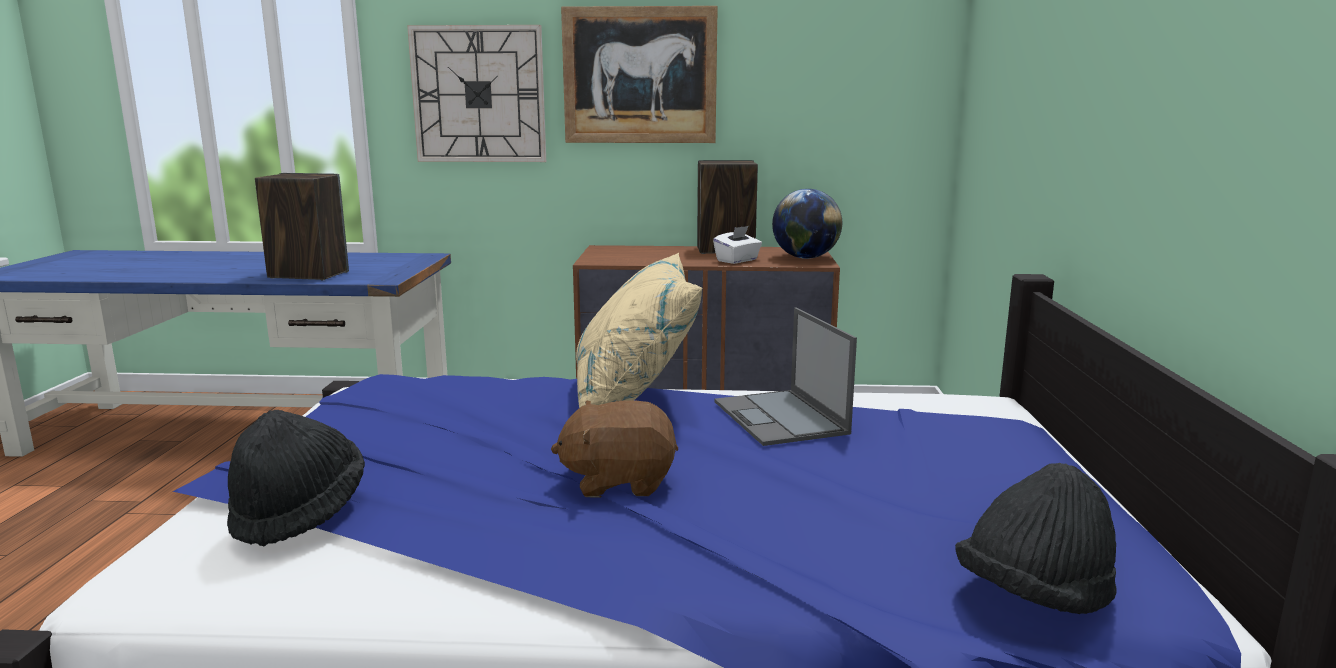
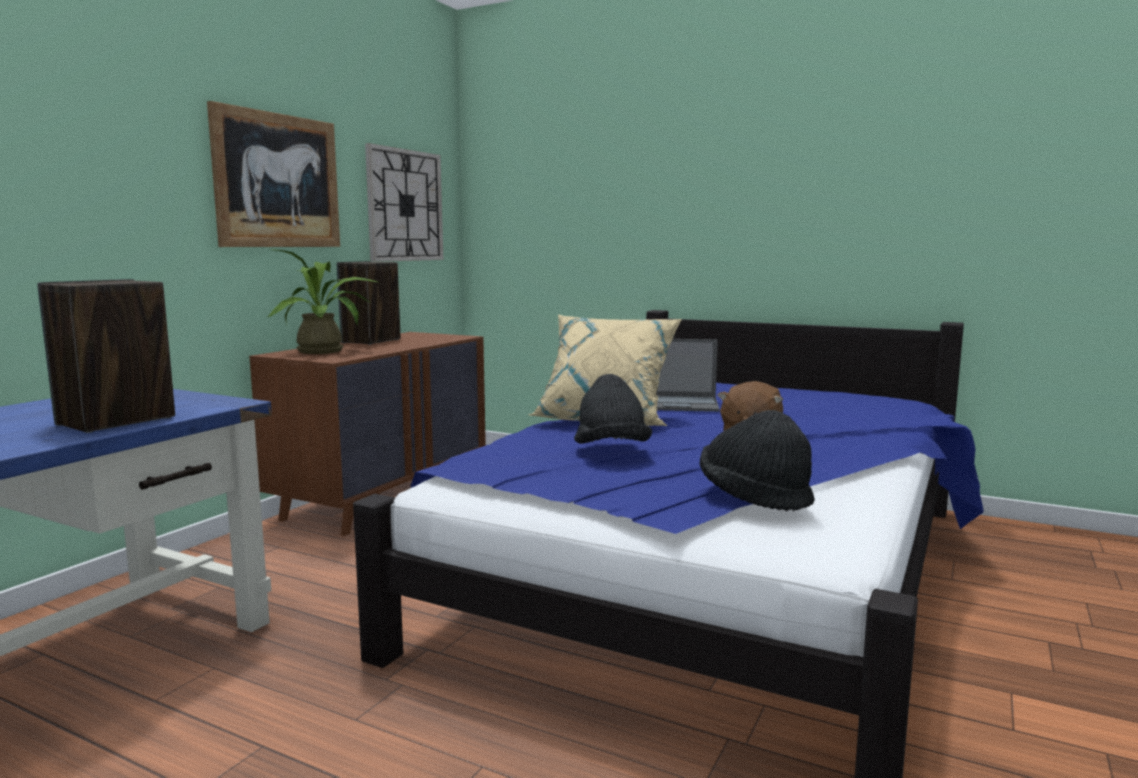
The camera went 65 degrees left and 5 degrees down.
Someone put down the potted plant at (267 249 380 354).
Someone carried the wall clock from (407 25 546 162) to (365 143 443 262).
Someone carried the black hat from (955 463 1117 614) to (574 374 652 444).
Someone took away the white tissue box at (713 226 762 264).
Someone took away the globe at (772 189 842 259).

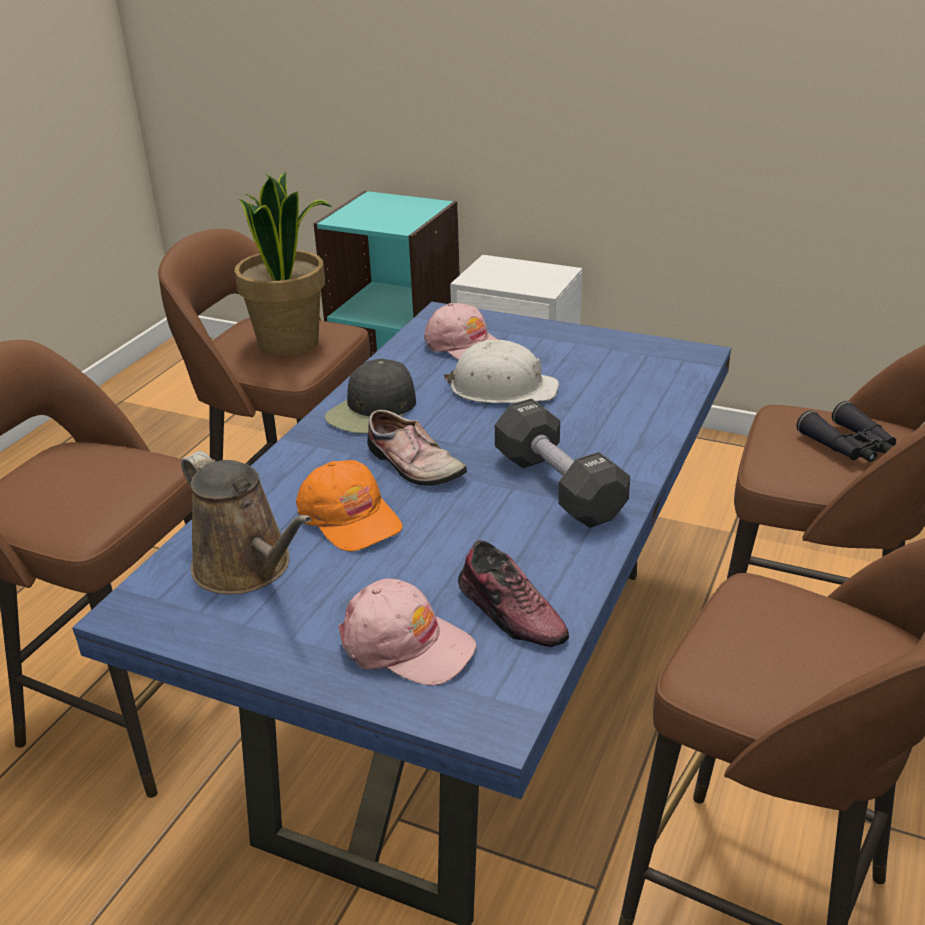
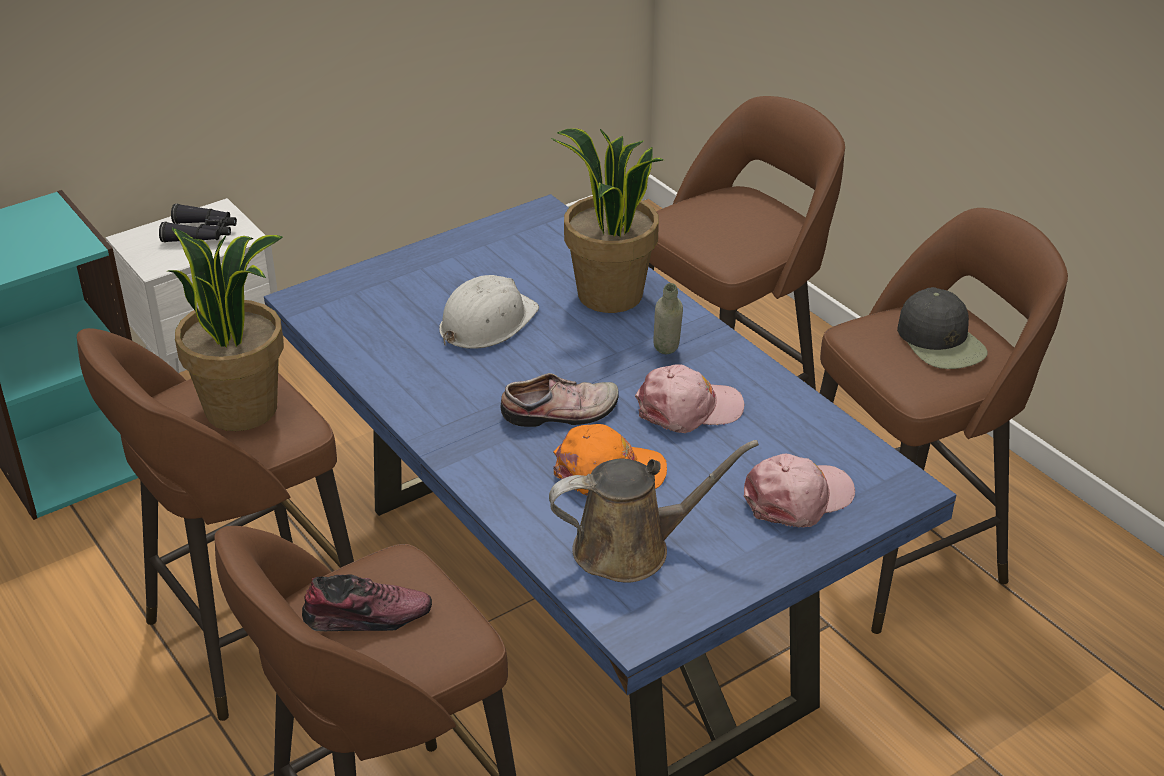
The camera went 60 degrees left and 5 degrees up.
Someone carried the black binoculars from (796 401 896 462) to (159 204 237 242).
Someone carried the shoe from (458 540 569 647) to (302 574 432 631).
Someone put down the potted plant at (551 128 664 313).
Someone carried the pink cap from (424 303 498 360) to (635 364 744 433).
Someone swapped the black dumbbell at (495 398 630 528) for the grey bottle at (653 283 683 354).
Someone carried the black cap from (324 359 416 433) to (897 287 988 369).

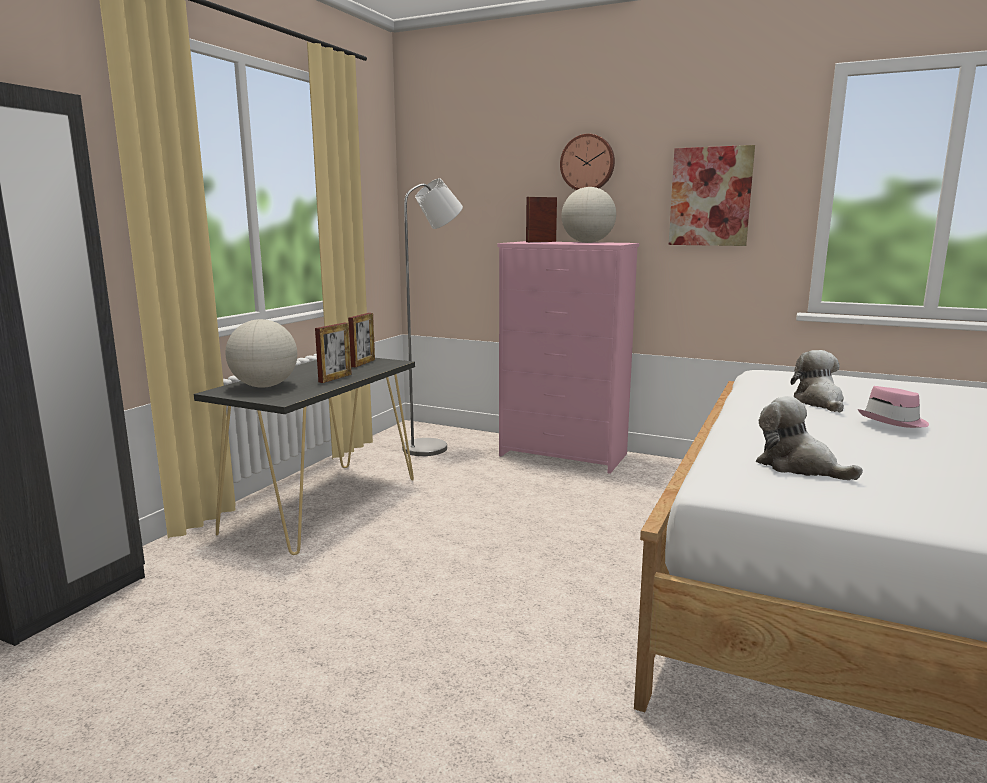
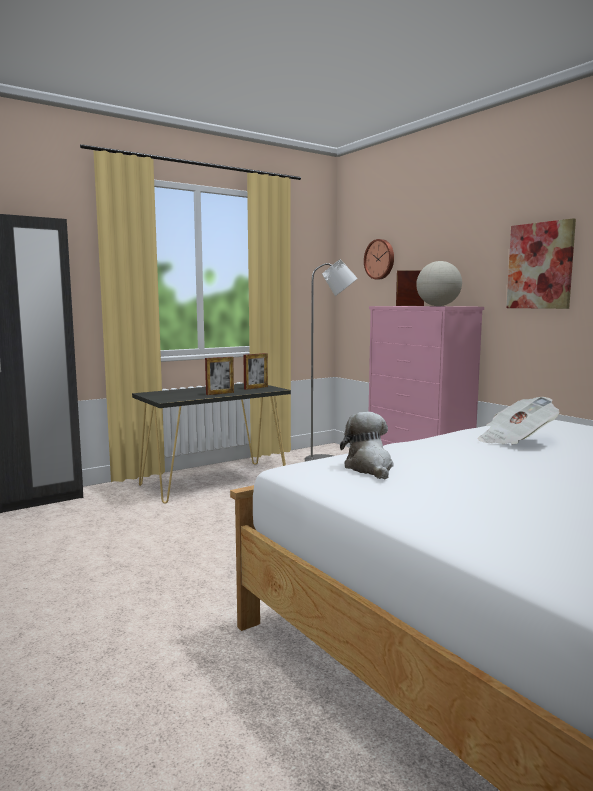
The camera went 30 degrees right and 5 degrees down.
Someone carried the wall clock from (560 134 615 190) to (364 239 394 280).
Someone swapped the plush toy at (791 350 844 413) for the newspaper at (478 397 559 445).
Someone took away the globe at (225 319 297 388).
Someone took away the pink hat at (858 386 929 428).

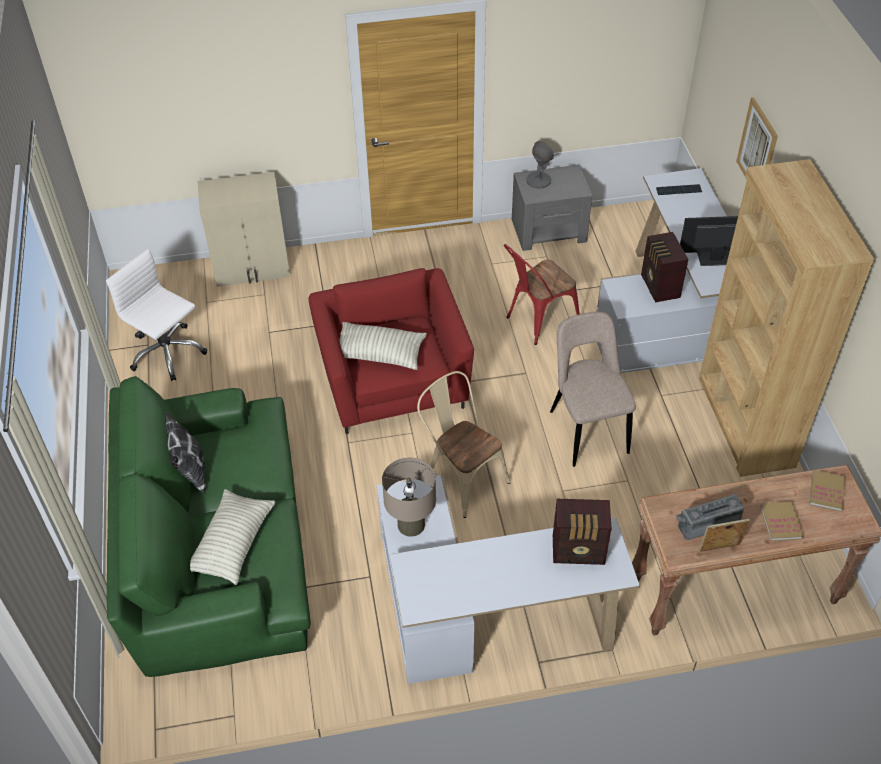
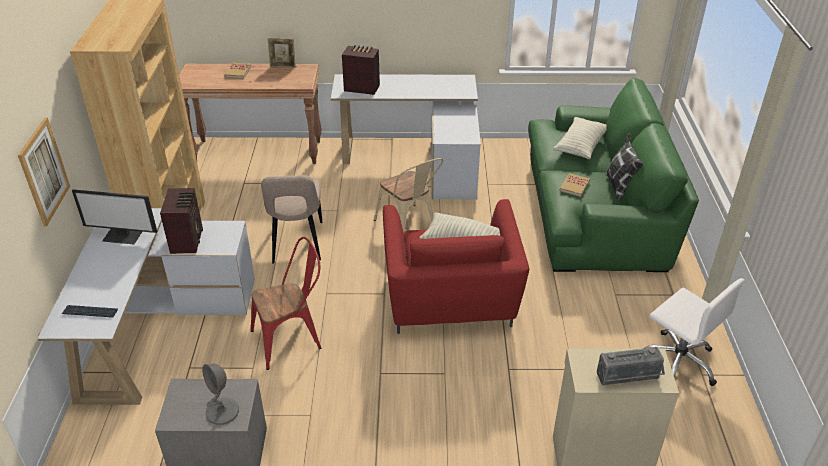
The camera went 170 degrees left and 10 degrees down.
Someone carried the book from (809 470 845 512) to (559 173 590 197).
Someone carried the radio from (676 494 744 540) to (597 347 665 386).
Someone took away the beige table lamp at (382 458 436 537).

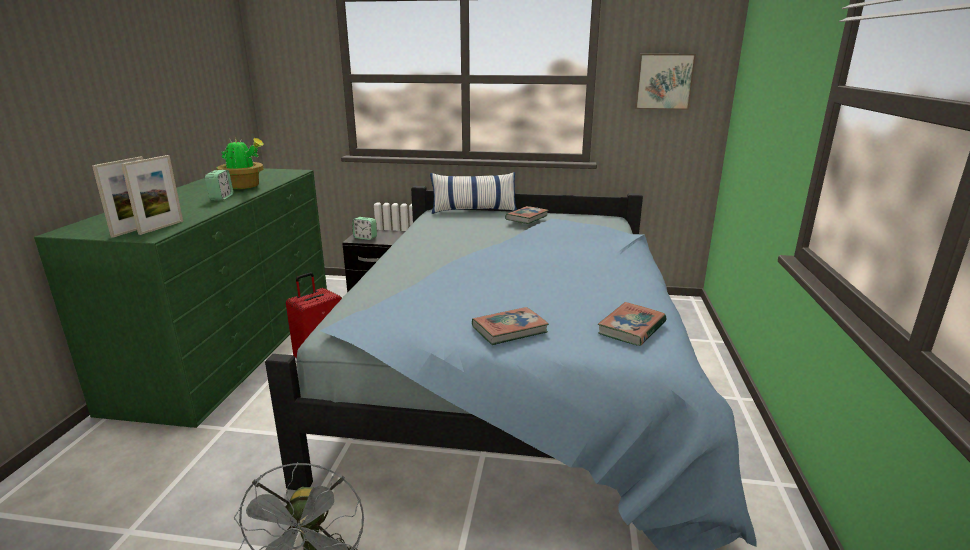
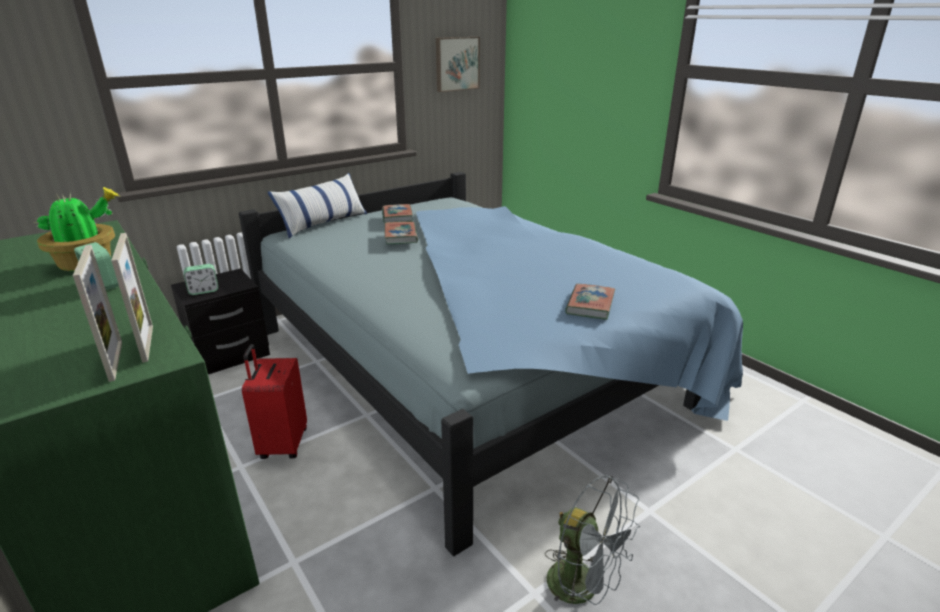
The camera went 45 degrees left and 5 degrees up.
Someone carried the book from (598 302 666 346) to (385 222 418 244).

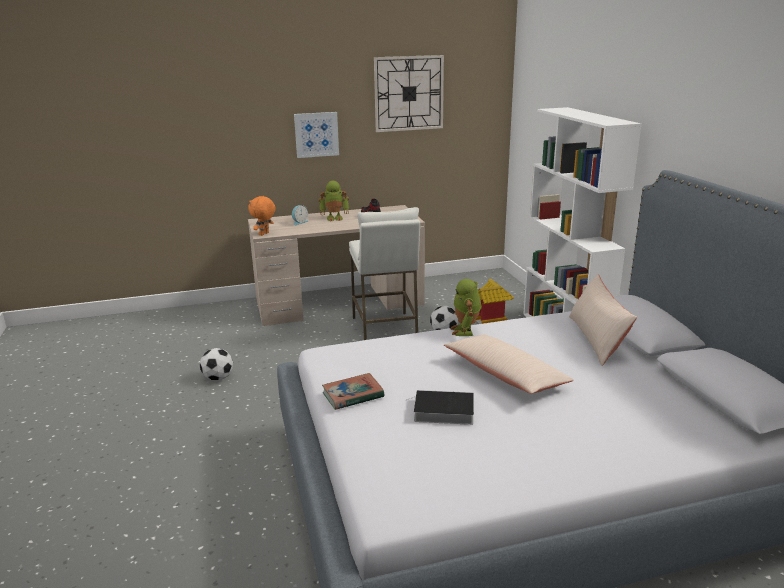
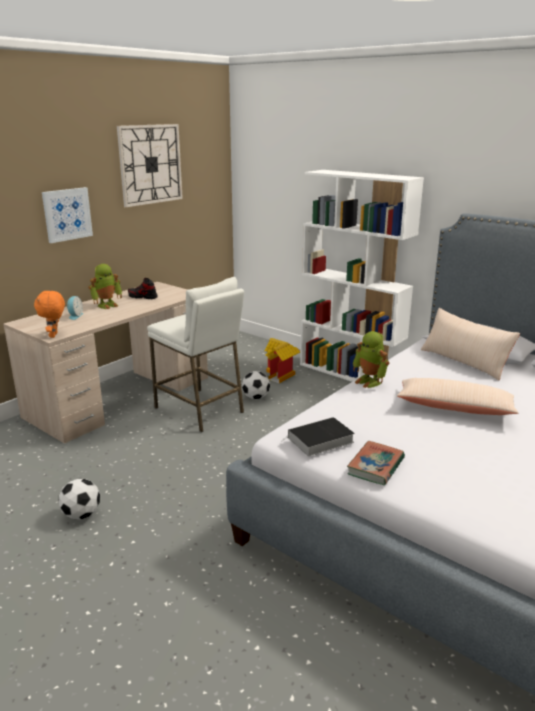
The camera went 35 degrees left and 0 degrees up.
Someone carried the book from (406 390 474 425) to (280 417 355 456).

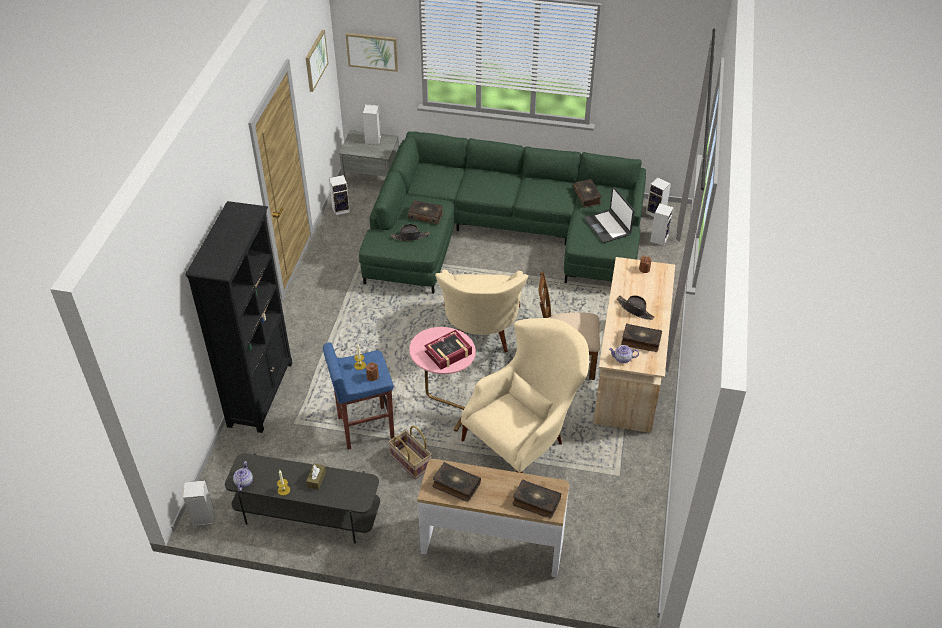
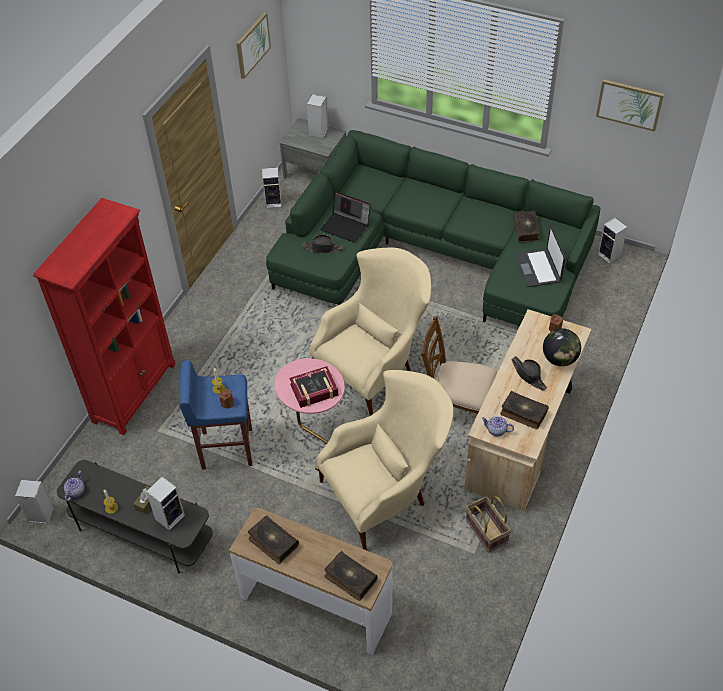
The camera went 15 degrees right and 5 degrees up.
Someone repainted the black bookcase at (185 201 292 433), which became the red bookcase at (33 198 176 435).
Someone carried the speaker from (650 203 674 246) to (146 477 185 531).
Someone rotated the beige armchair at (435 269 528 352) by 150 degrees counterclockwise.
Someone swapped the book at (408 200 443 224) for the laptop at (320 191 371 243).
Someone carried the basket from (389 425 432 480) to (466 496 511 553).
Someone put down the globe at (543 329 581 366).
Someone carried the picture from (346 33 398 72) to (596 79 664 132).

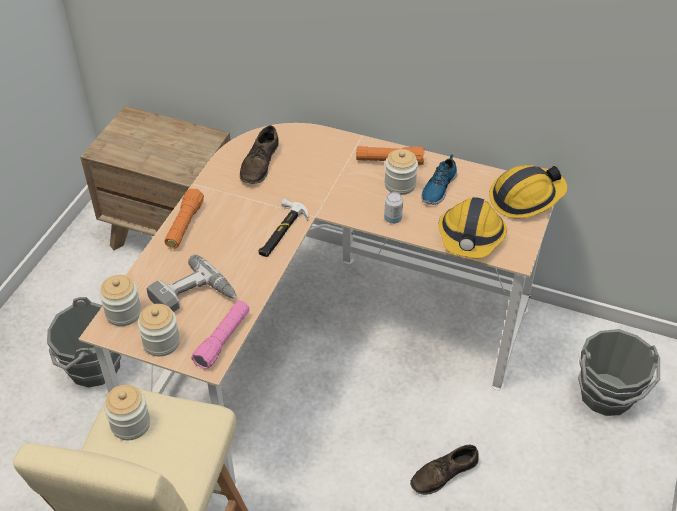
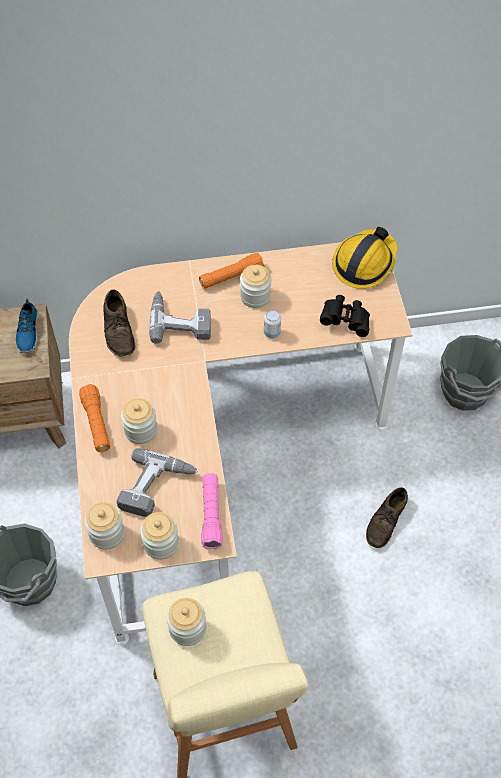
The camera went 30 degrees left and 10 degrees up.
Someone carried the shoe from (421 154 457 205) to (15 299 39 353).
Someone put down the jar at (121 398 158 444).
Someone put down the power drill at (149 291 211 344).
Someone swapped the hard hat at (438 197 507 258) for the black binoculars at (320 295 370 337).
Someone took away the hammer at (258 198 308 257).

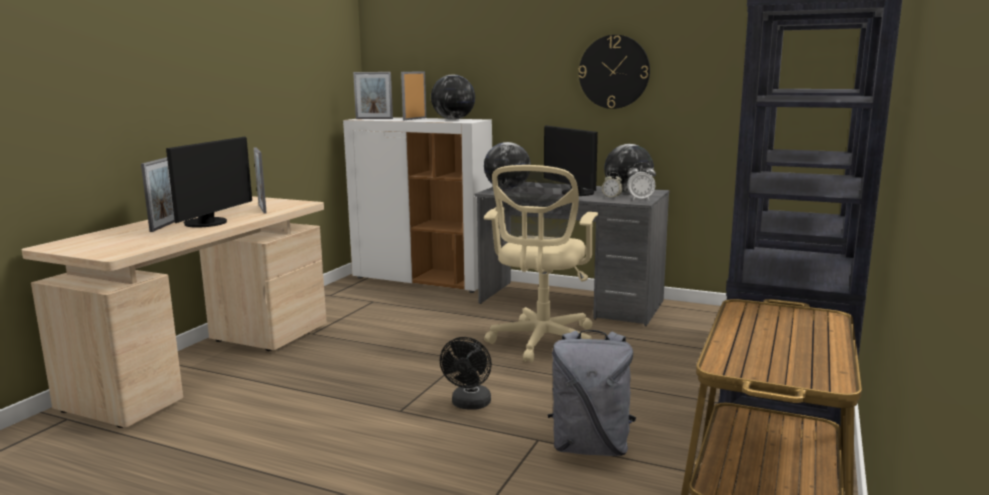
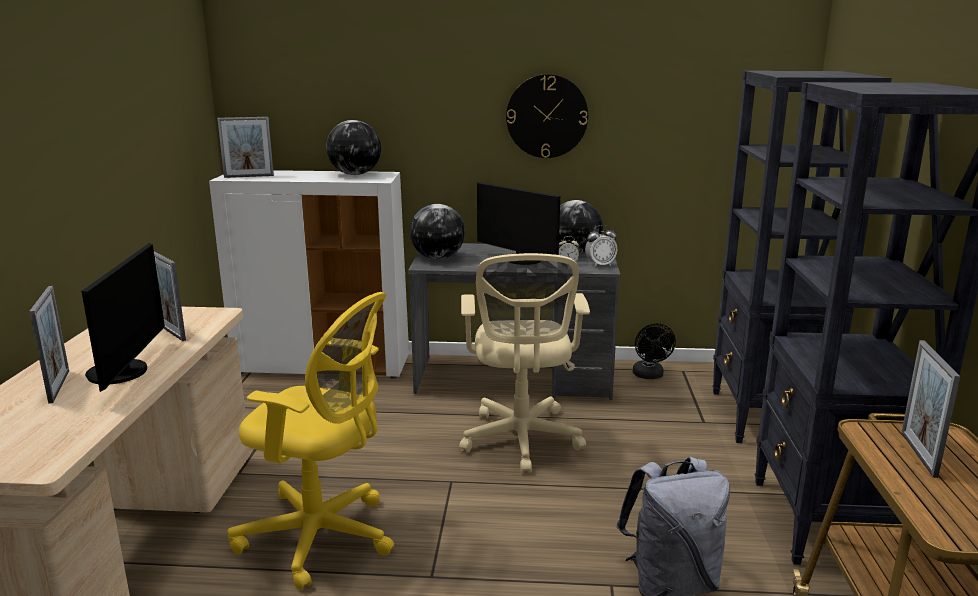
The camera went 20 degrees left and 5 degrees up.
Someone put down the yellow office chair at (227 292 394 591).
Someone carried the black fan from (440 337 492 410) to (633 323 676 379).
Someone carried the picture frame from (401 71 426 120) to (901 340 960 478).

